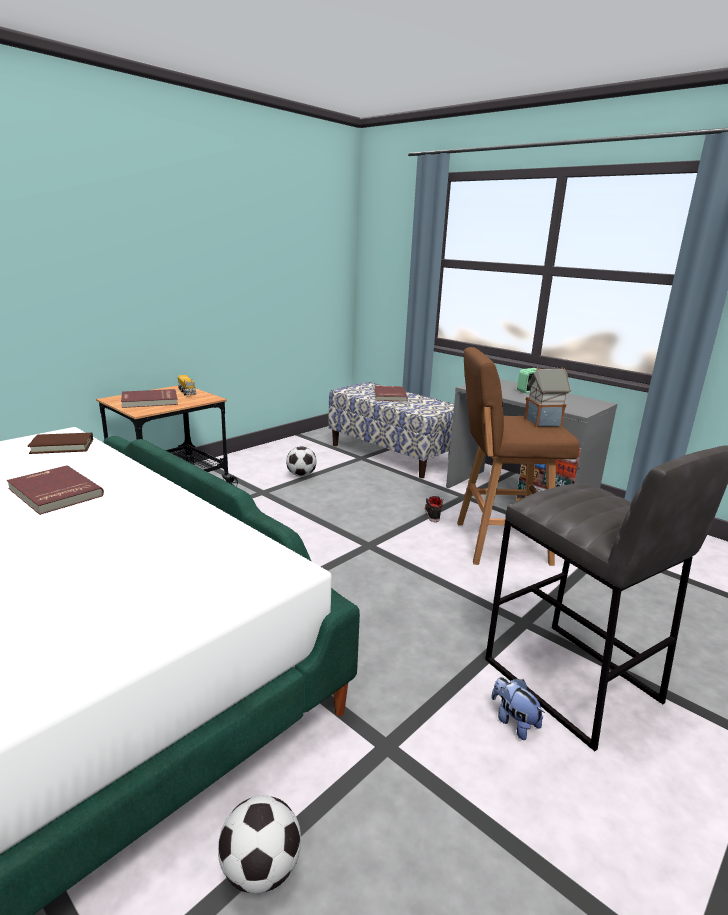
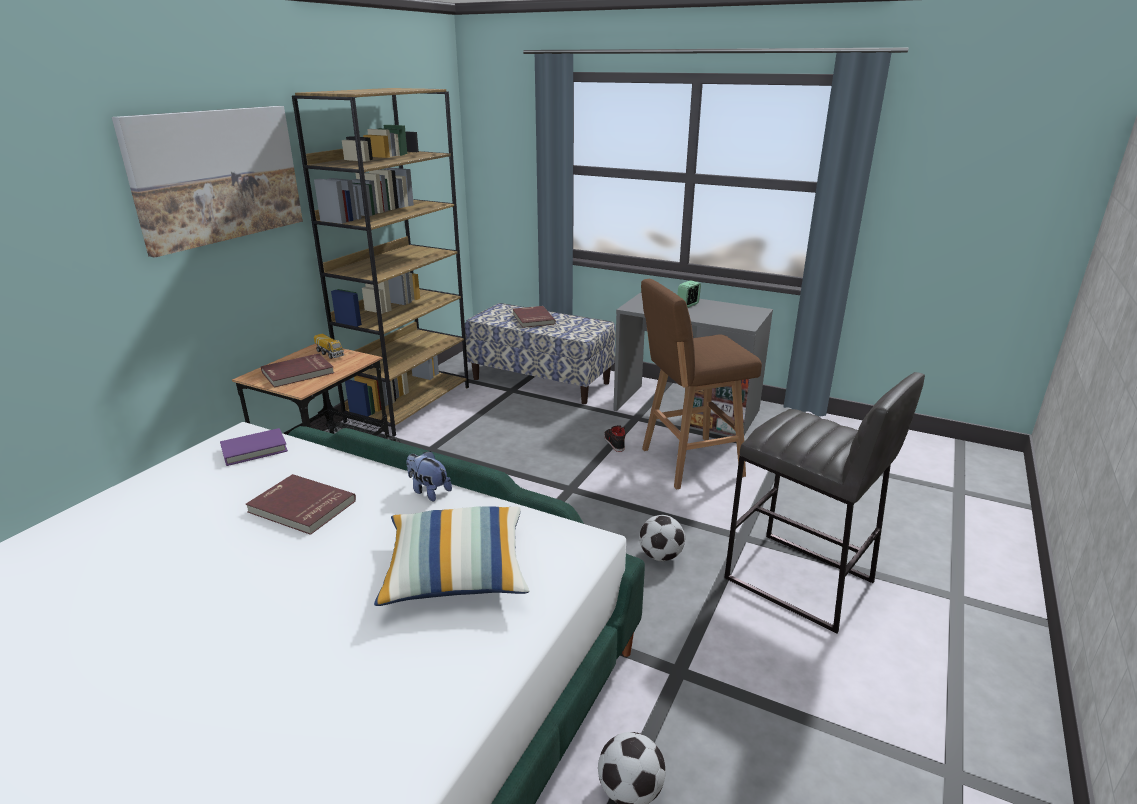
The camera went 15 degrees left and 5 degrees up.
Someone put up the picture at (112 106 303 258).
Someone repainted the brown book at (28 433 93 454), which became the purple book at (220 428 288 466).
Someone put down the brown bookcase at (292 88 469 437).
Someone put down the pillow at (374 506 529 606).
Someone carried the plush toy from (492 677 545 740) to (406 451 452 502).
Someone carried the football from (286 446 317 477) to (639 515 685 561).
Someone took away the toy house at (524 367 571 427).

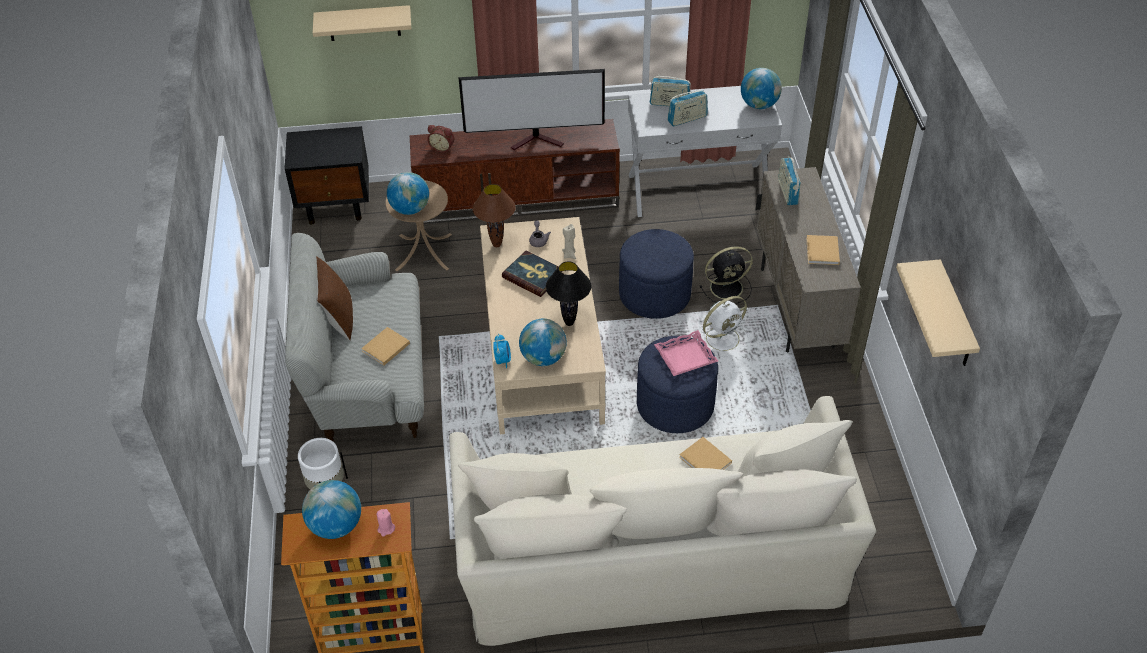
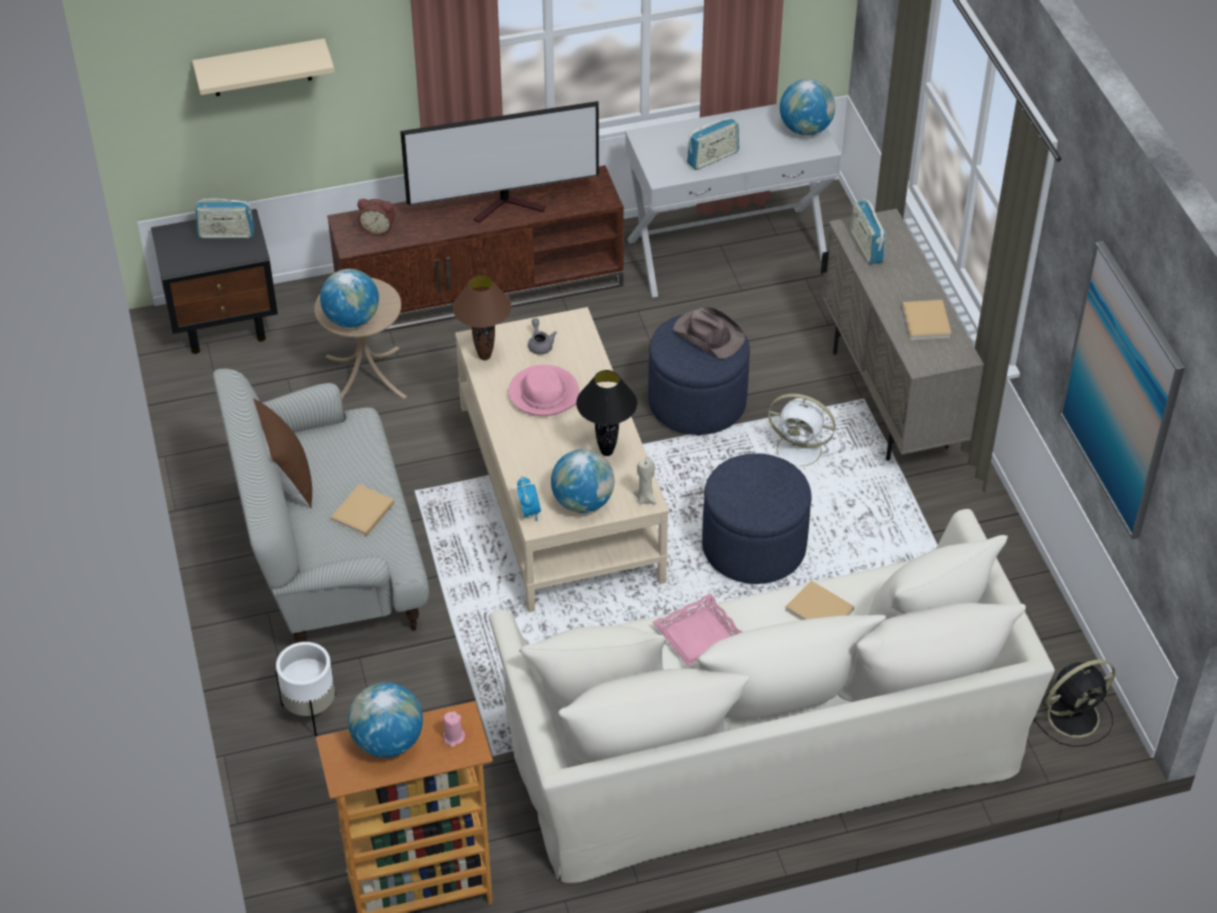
The camera went 10 degrees left and 0 degrees up.
Someone carried the radio from (650 75 691 106) to (195 198 255 239).
Someone swapped the book at (502 251 564 297) for the pink hat at (509 365 579 416).
Someone carried the beige candle from (562 224 576 259) to (633 456 657 505).
Someone carried the pink tray from (654 330 718 376) to (652 593 743 666).
Someone put down the brown hat at (673 307 745 359).
Someone rotated the white fan at (701 296 749 357) by 60 degrees clockwise.
Someone carried the black fan from (700 246 753 304) to (1033 659 1115 747).
Someone swapped the beige shelf at (896 259 980 366) for the picture at (1059 241 1185 540).

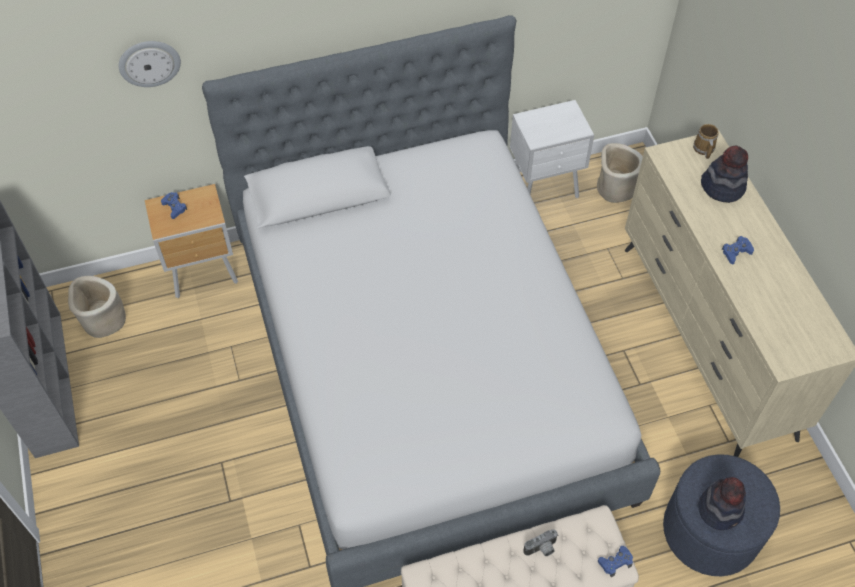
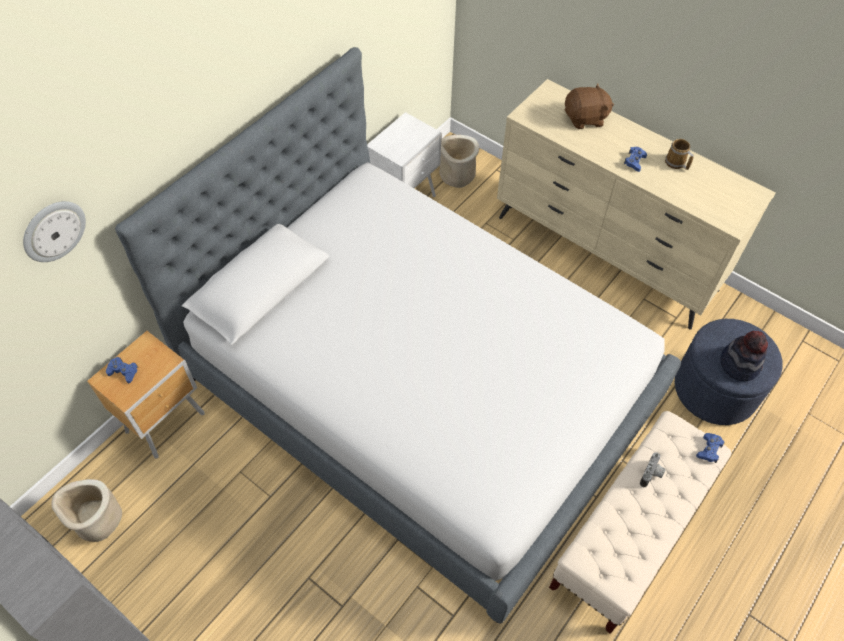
The camera went 35 degrees left and 0 degrees up.
Someone swapped the hat at (701 146 748 203) for the brown plush toy at (565 84 614 129).
Someone carried the mug from (693 124 719 159) to (665 139 694 170).

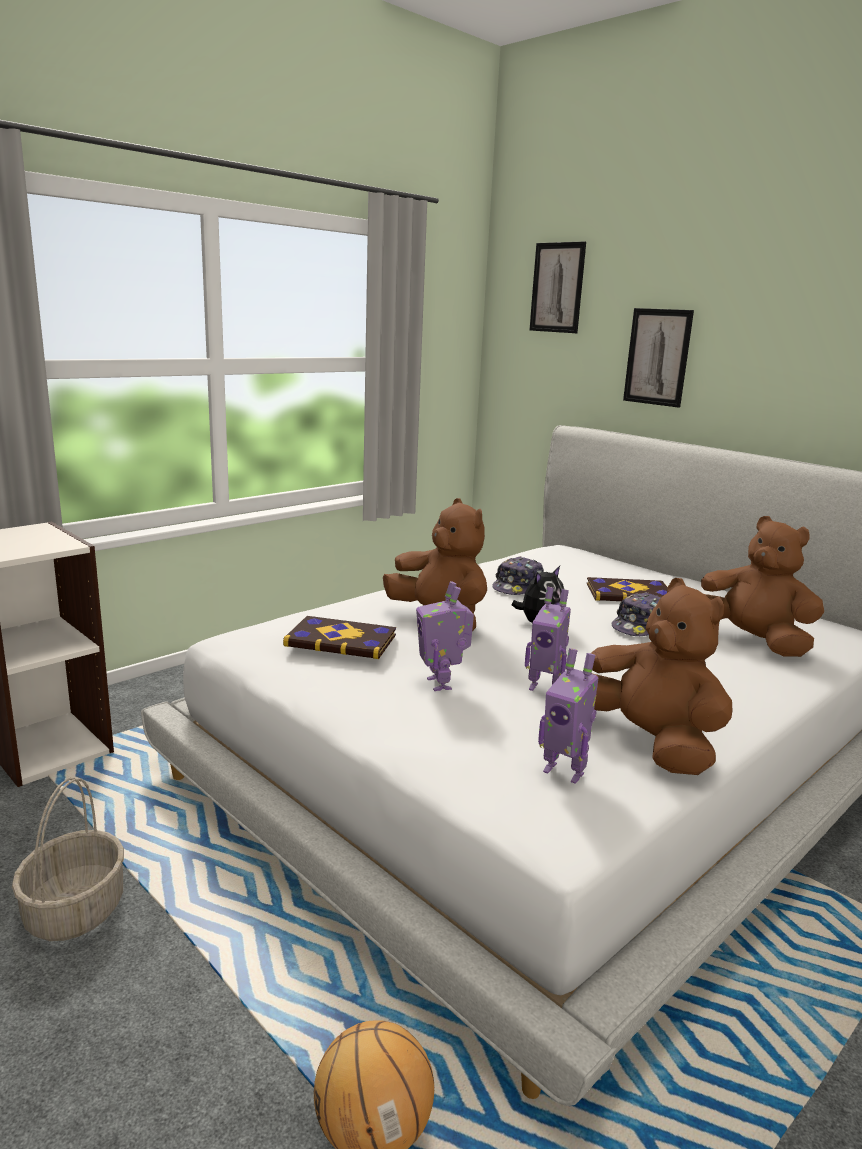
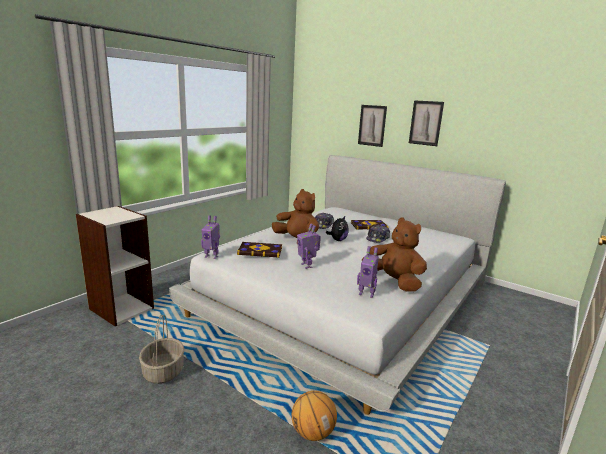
The camera went 10 degrees left and 0 degrees up.
Someone carried the toy robot from (525 587 571 691) to (201 215 220 259).
Someone carried the picture from (530 241 586 333) to (409 100 444 146).
Someone took away the brown plush toy at (701 516 824 657).

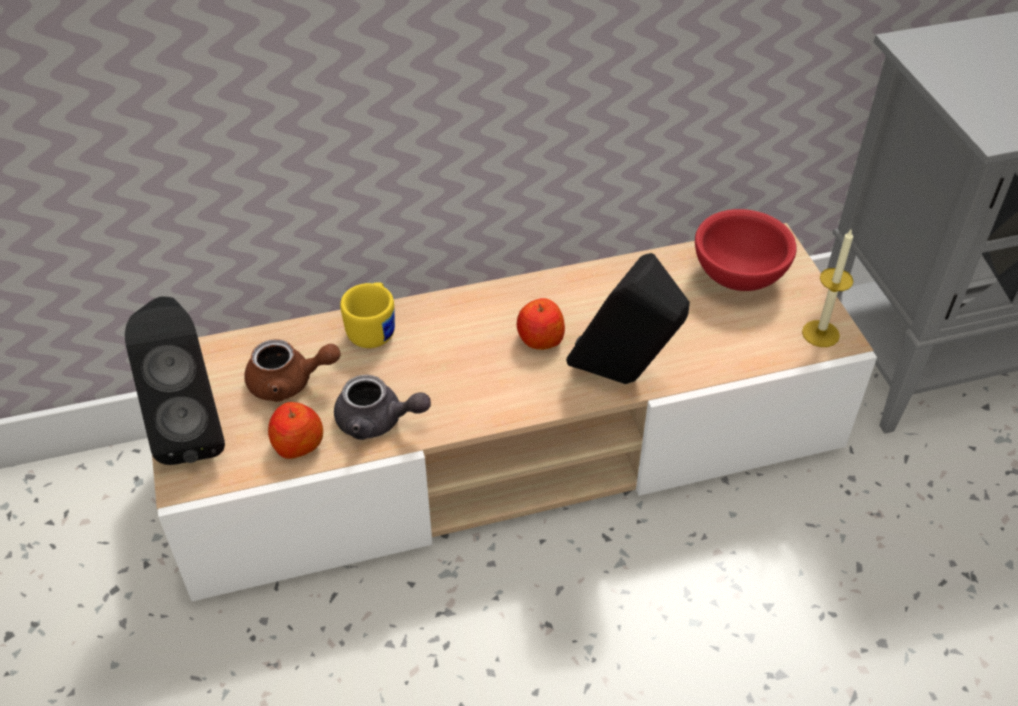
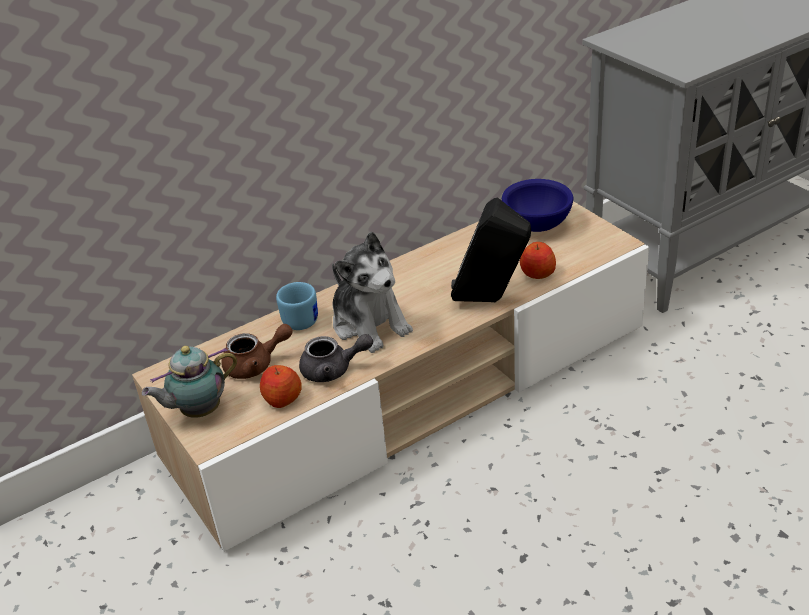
The camera went 15 degrees left and 10 degrees down.
Someone swapped the black speaker at (125 297 225 465) for the teapot at (142 346 237 418).
Someone repainted the yellow mug at (340 282 395 348), which became the blue mug at (276 282 318 330).
Someone put down the plush toy at (332 232 413 353).
Someone repainted the red bowl at (695 209 797 291), which became the blue bowl at (502 179 574 232).
Someone carried the apple from (517 298 565 350) to (520 242 556 279).
Someone took away the candle at (802 228 853 347).

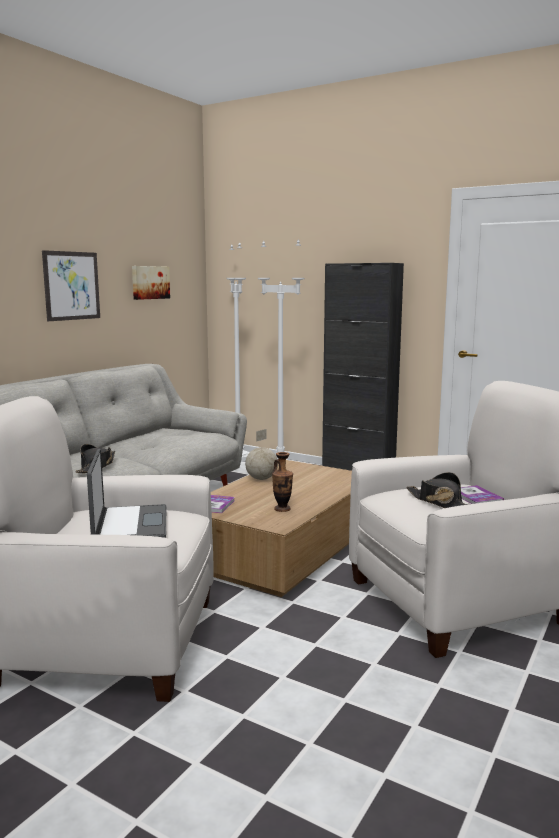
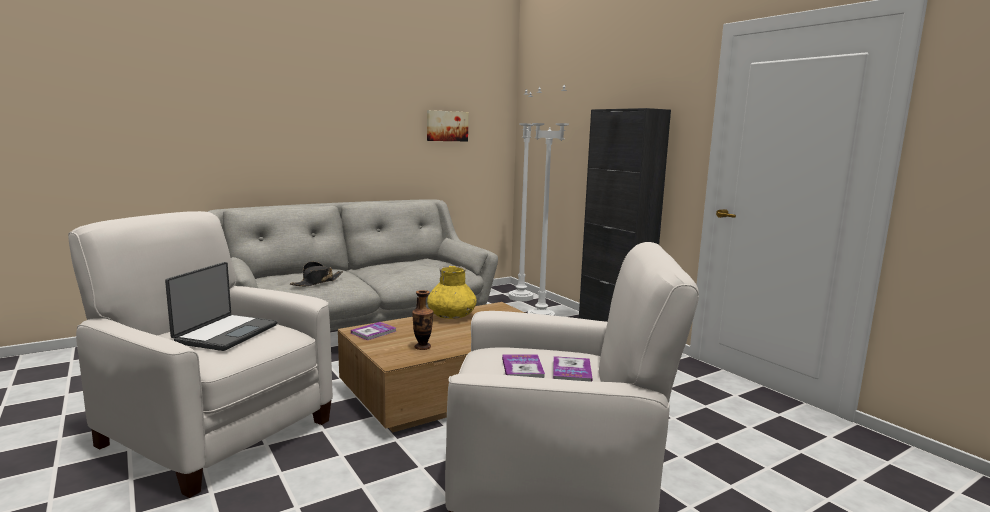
The camera went 25 degrees right and 0 degrees up.
Someone swapped the globe at (245 429 278 480) for the yellow vase at (427 266 477 319).
Someone swapped the black hat at (407 472 468 508) for the book at (502 354 545 378).
Someone took away the picture at (42 250 100 321).

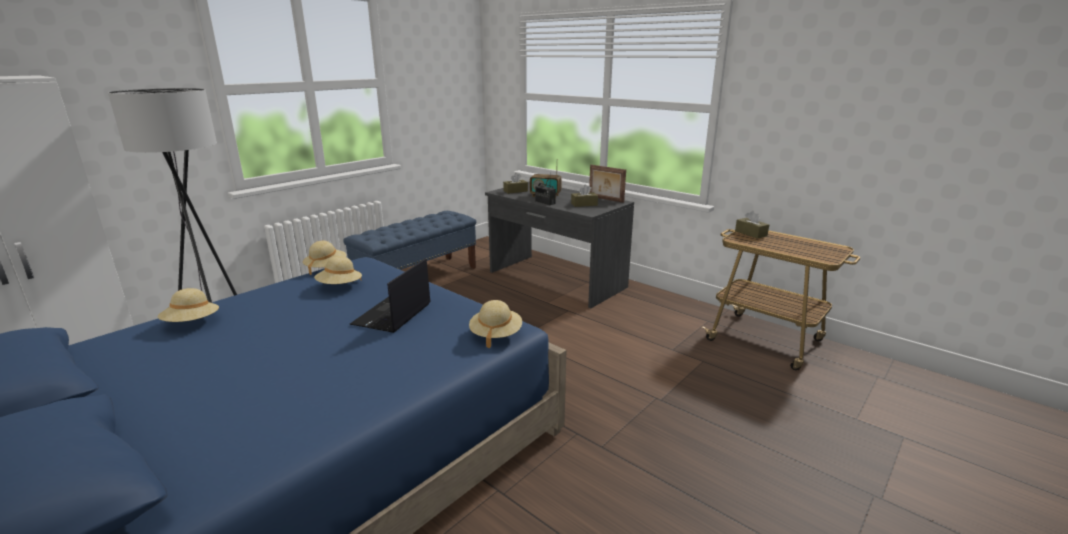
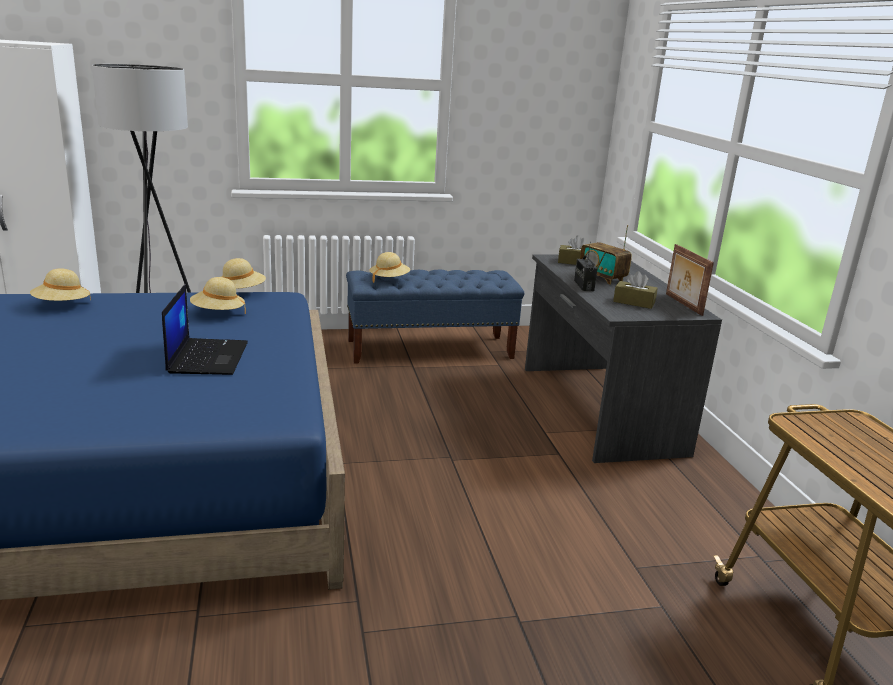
The camera went 35 degrees right and 0 degrees up.
Someone rotated the laptop at (350 258 431 333) by 120 degrees clockwise.
Someone carried the beige hat from (469 300 522 349) to (370 252 410 283).
Someone took away the brown tissue box at (735 211 769 239).

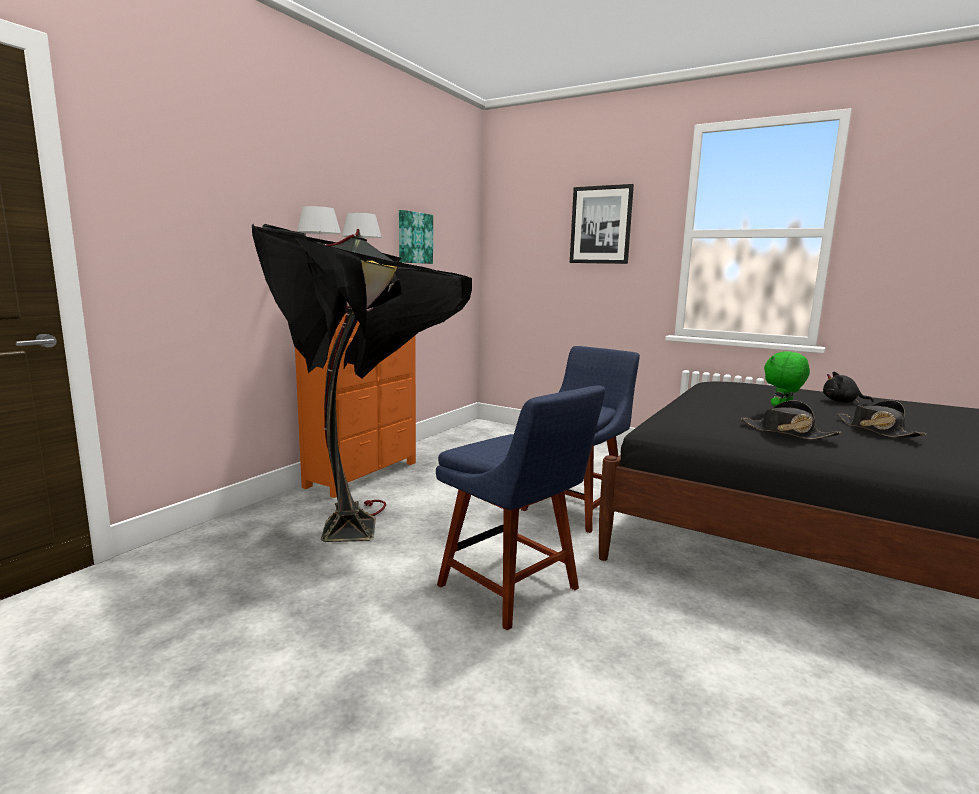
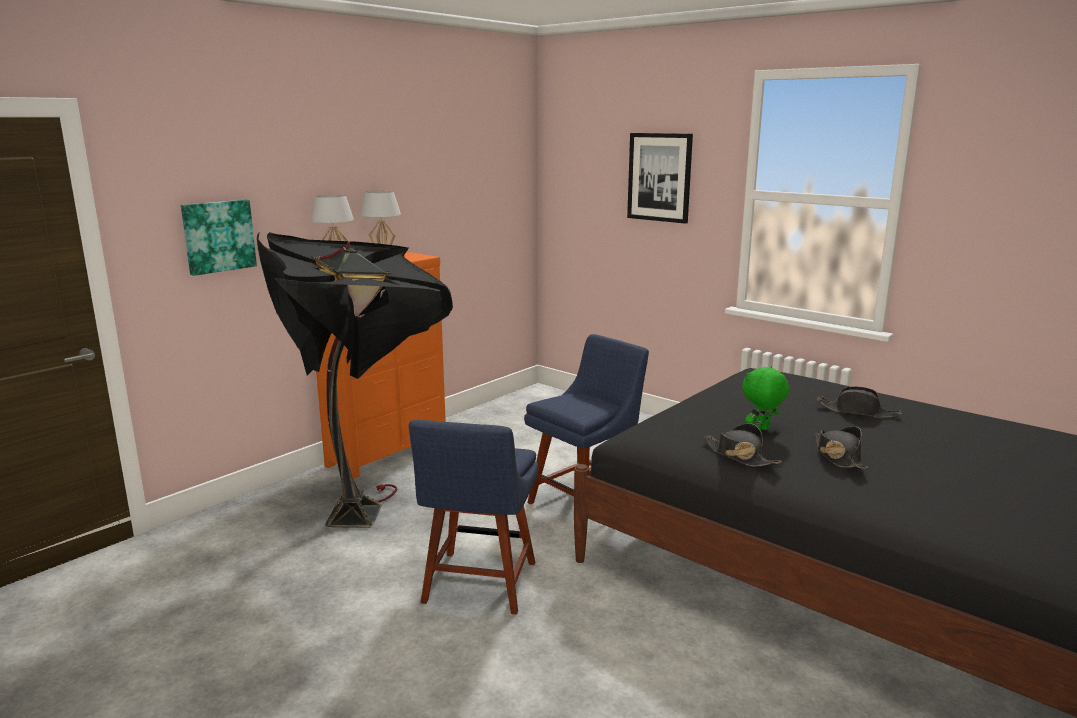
The camera went 10 degrees right and 5 degrees up.
Someone carried the picture from (399 210 433 264) to (181 200 257 276).
Someone rotated the blue chair at (436 385 605 631) by 45 degrees clockwise.
Someone swapped the black plush toy at (823 372 874 403) for the black hat at (817 386 901 418).

